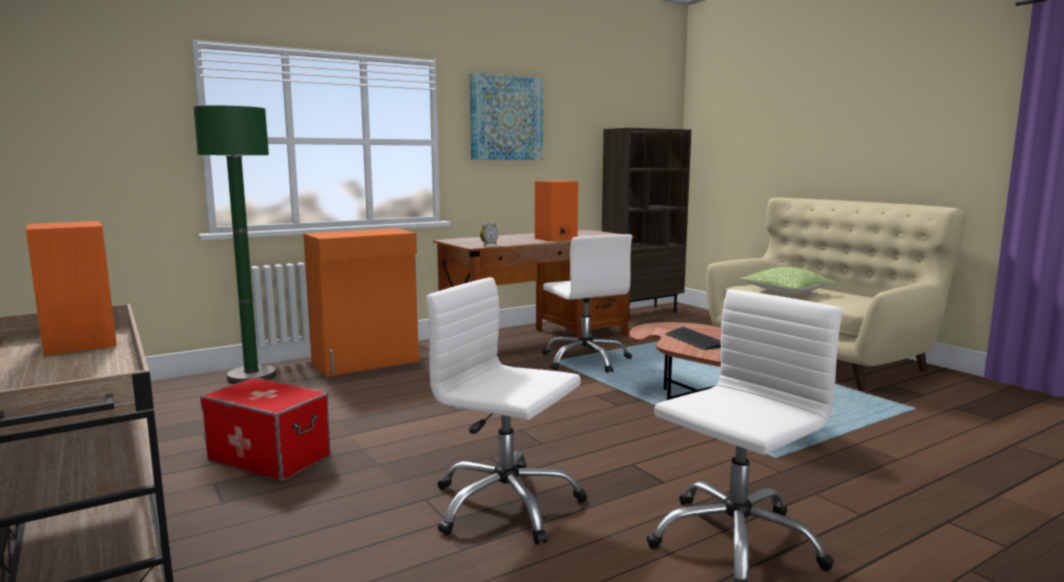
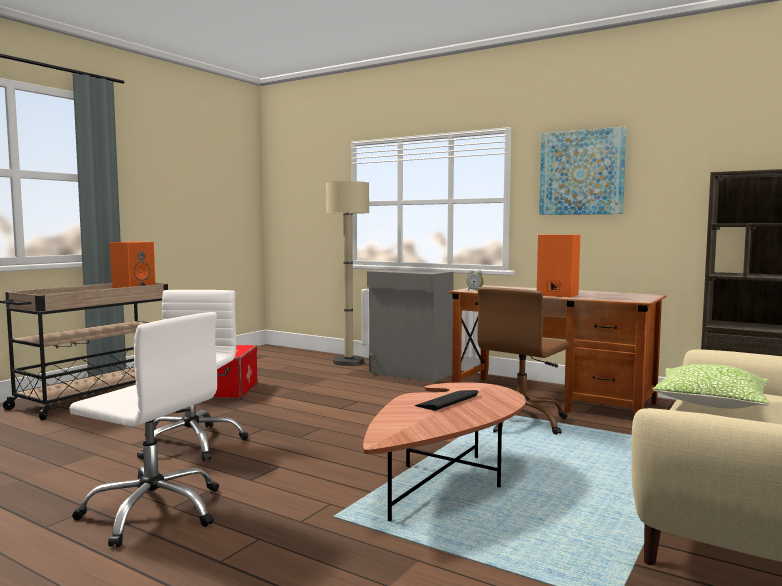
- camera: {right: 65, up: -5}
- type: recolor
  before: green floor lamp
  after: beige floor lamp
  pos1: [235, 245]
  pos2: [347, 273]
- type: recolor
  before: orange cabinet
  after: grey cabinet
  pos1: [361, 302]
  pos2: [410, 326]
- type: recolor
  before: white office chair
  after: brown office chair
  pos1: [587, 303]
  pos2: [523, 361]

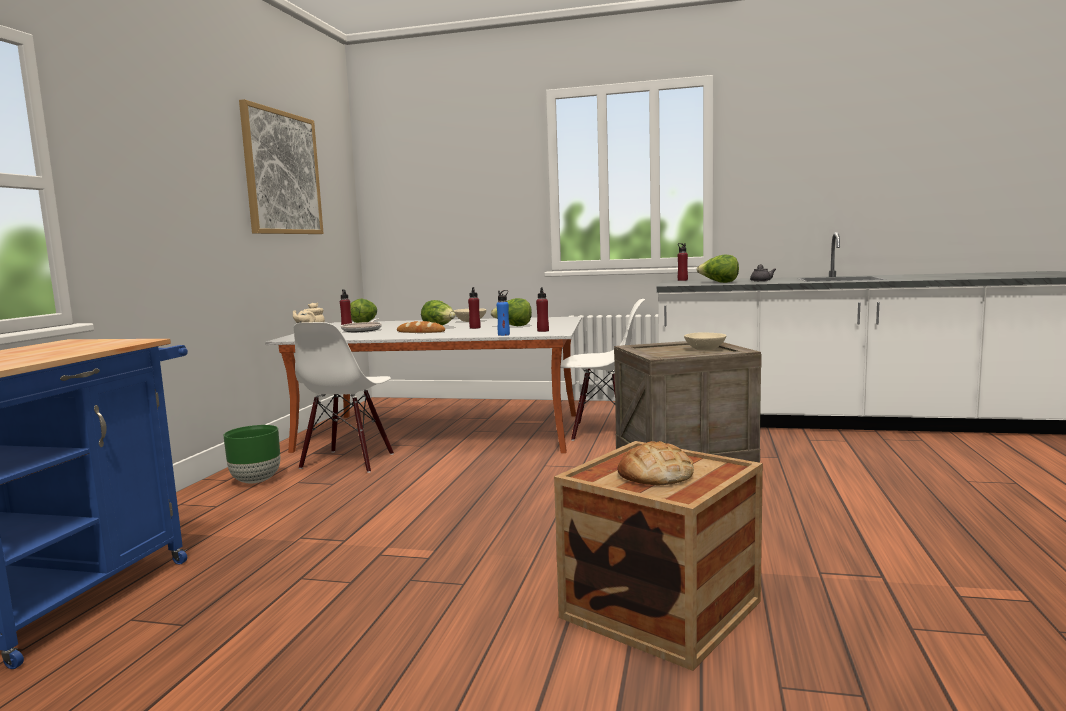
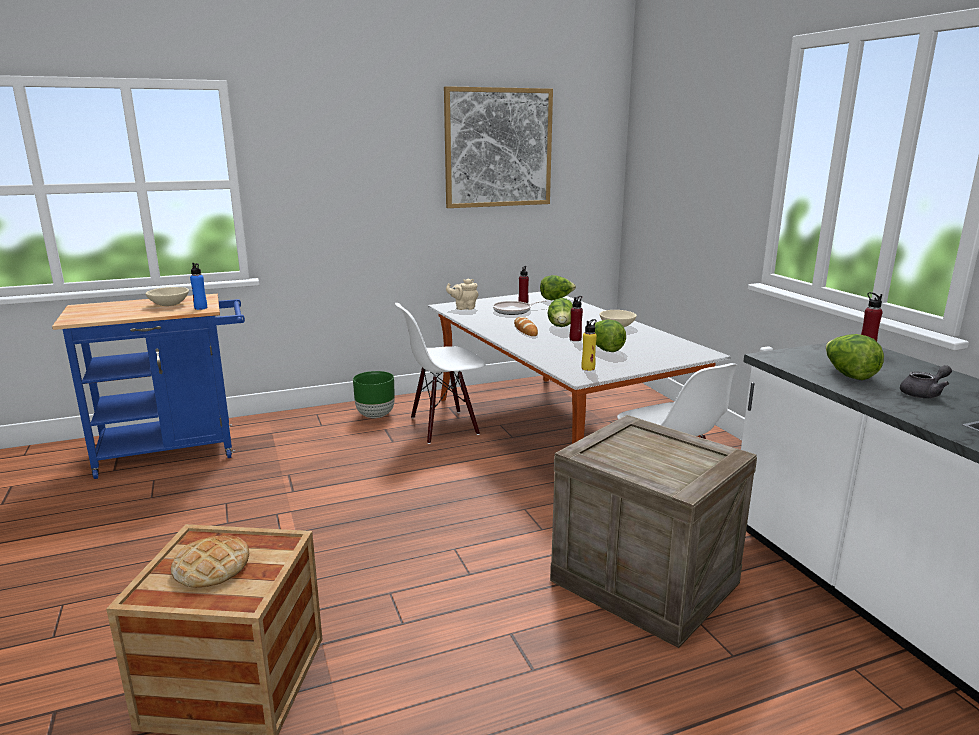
- camera: {right: 55, up: 10}
- type: recolor
  before: red bottle
  after: yellow bottle
  pos1: [542, 309]
  pos2: [589, 345]
- type: move
  before: blue bottle
  pos1: [503, 313]
  pos2: [198, 286]
- type: move
  before: beige bowl
  pos1: [705, 341]
  pos2: [167, 296]

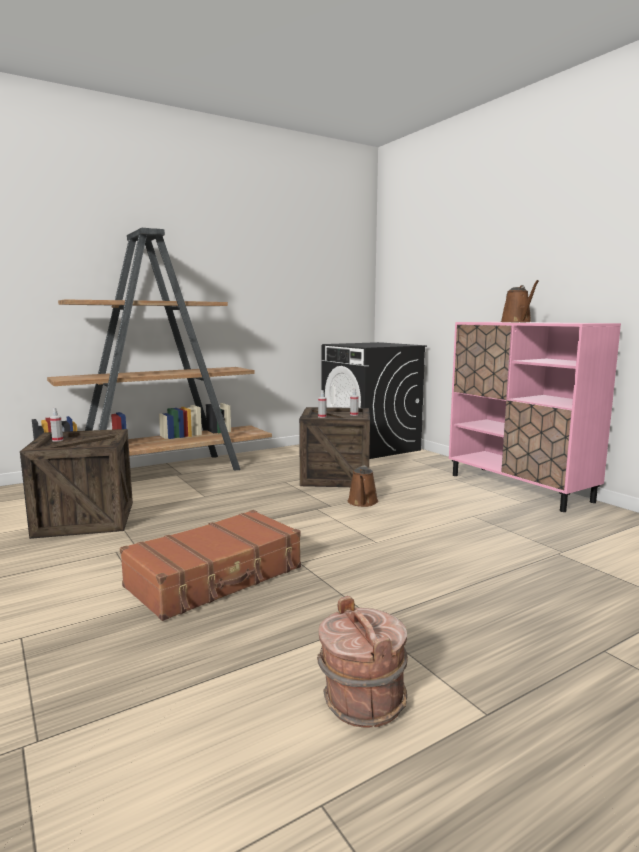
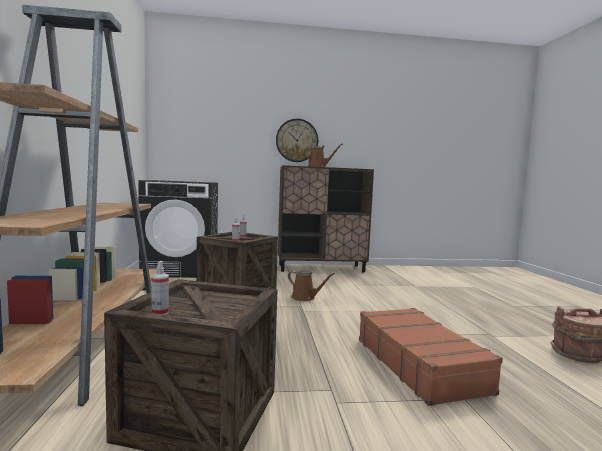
- camera: {right: -65, up: -5}
- type: recolor
  before: pink cabinet
  after: brown cabinet
  pos1: [535, 417]
  pos2: [326, 219]
- type: insert
  after: wall clock
  pos2: [297, 140]

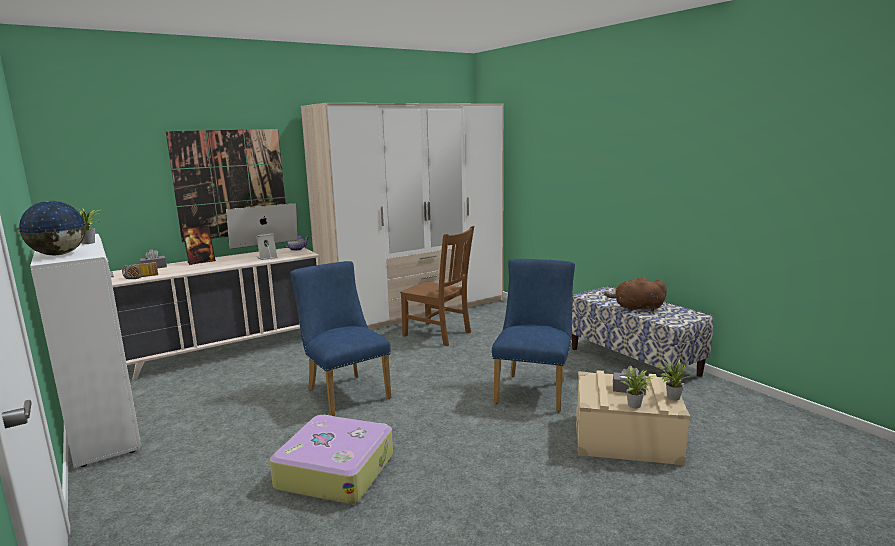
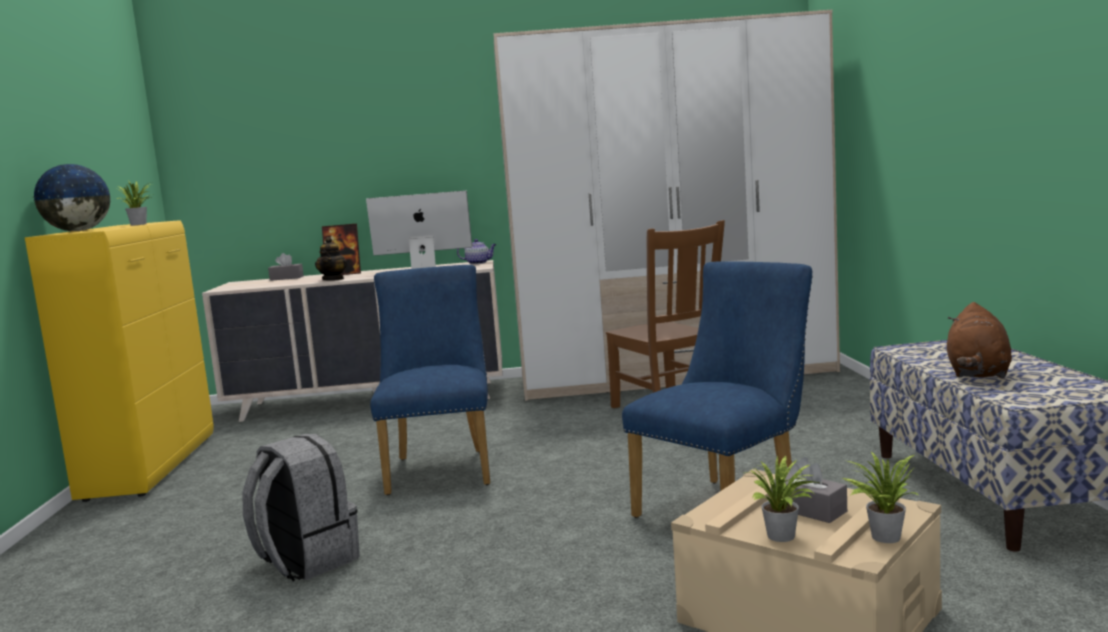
- camera: {right: 30, up: -5}
- type: delete
  before: picture
  pos1: [226, 185]
- type: recolor
  before: white cabinet
  after: yellow cabinet
  pos1: [85, 351]
  pos2: [119, 361]
- type: delete
  before: radio
  pos1: [140, 270]
- type: rotate
  before: brown plush toy
  pos1: [635, 294]
  pos2: [979, 340]
  turn: -105
- type: replace
  before: suitcase
  after: grey backpack
  pos1: [331, 459]
  pos2: [301, 508]
- type: insert
  after: teapot
  pos2: [331, 258]

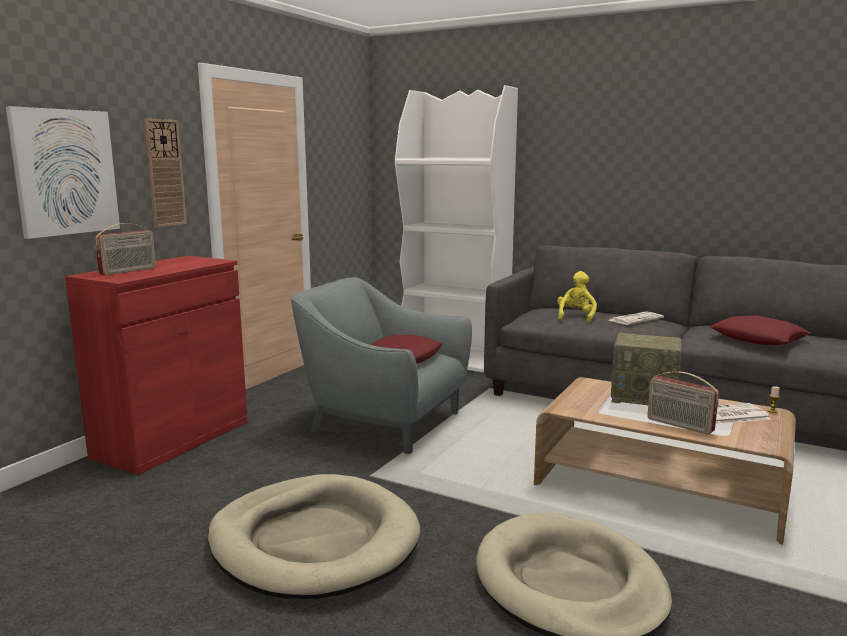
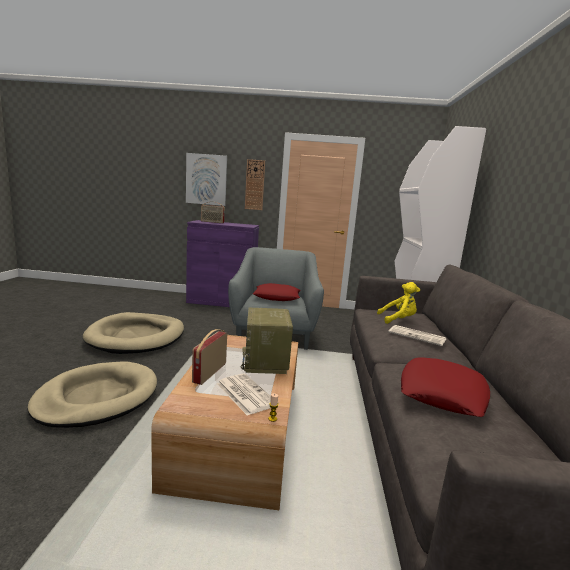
- camera: {right: 65, up: 0}
- type: recolor
  before: red cabinet
  after: purple cabinet
  pos1: [156, 365]
  pos2: [222, 263]

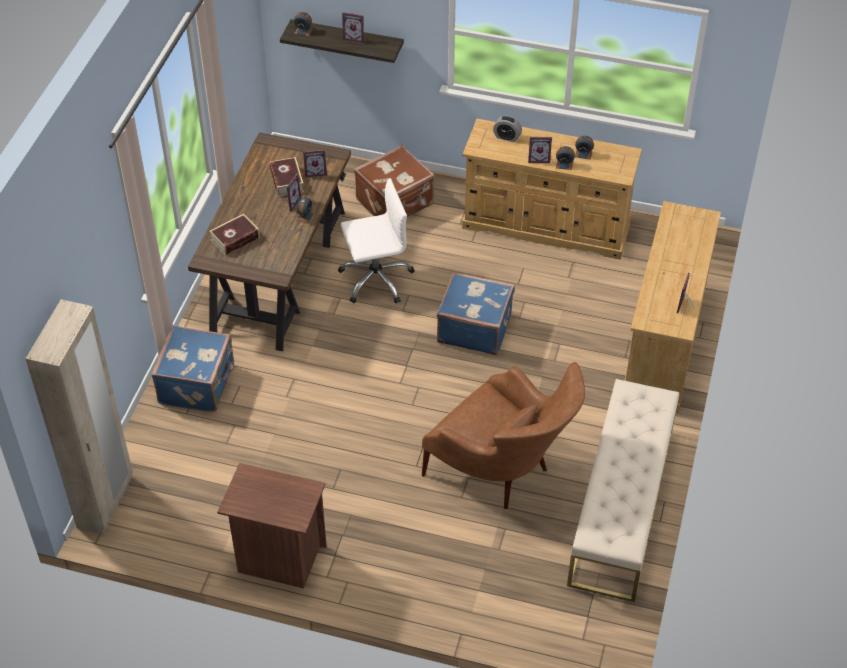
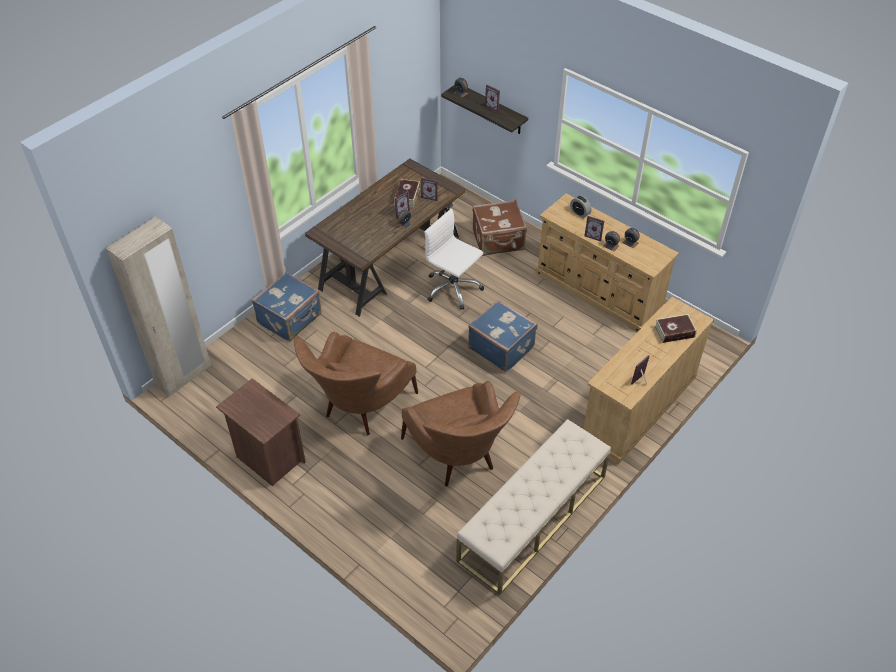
- camera: {right: 25, up: 0}
- type: rotate
  before: white office chair
  pos1: [376, 241]
  pos2: [454, 259]
  turn: -150
- type: move
  before: book
  pos1: [234, 235]
  pos2: [675, 328]
- type: insert
  after: brown armchair
  pos2: [356, 383]

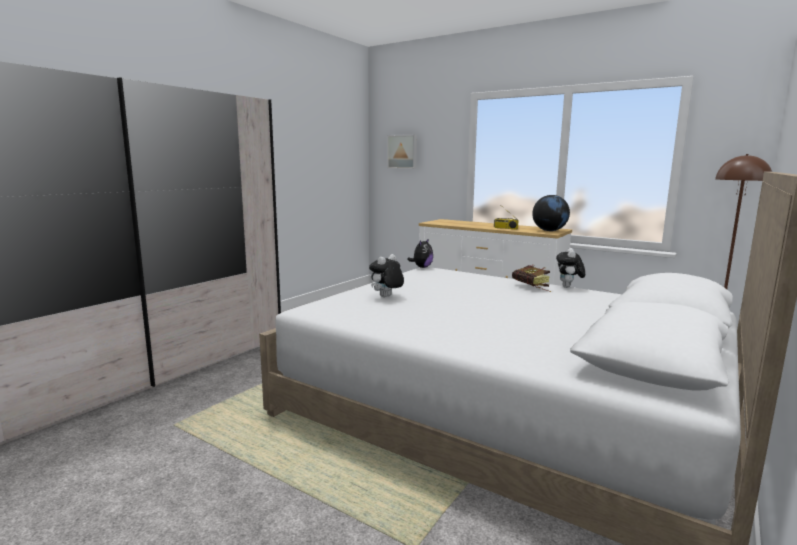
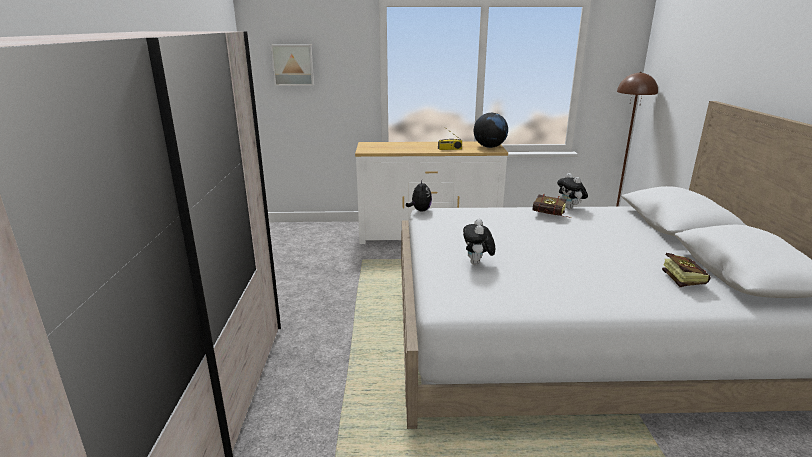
- camera: {right: -35, up: 10}
- type: insert
  after: book
  pos2: [686, 270]

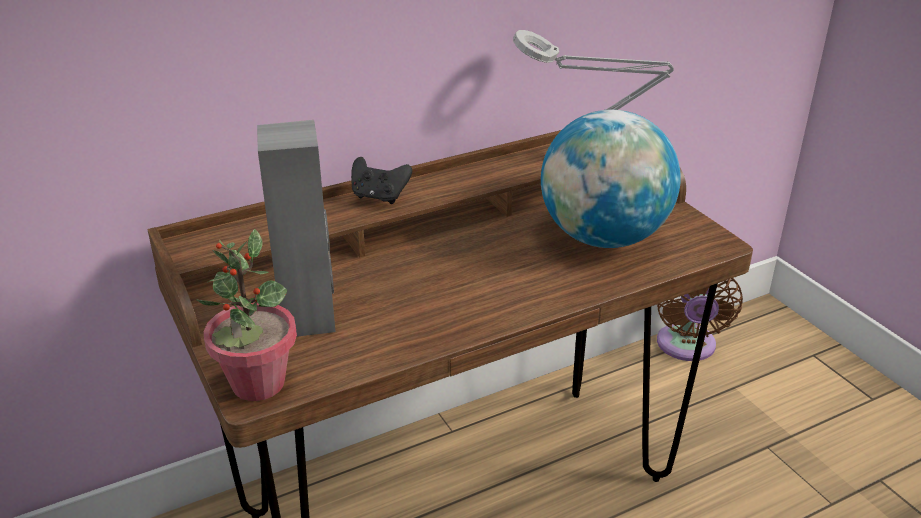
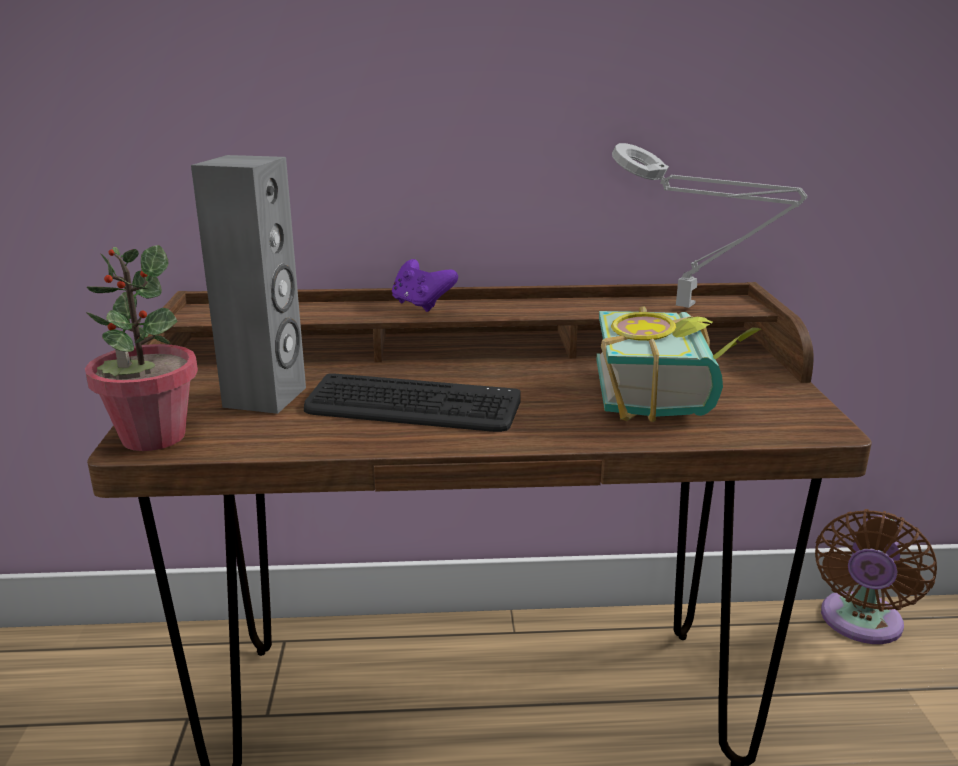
- camera: {right: 25, up: -10}
- type: replace
  before: globe
  after: book
  pos1: [611, 179]
  pos2: [679, 364]
- type: recolor
  before: black game controller
  after: purple game controller
  pos1: [381, 180]
  pos2: [425, 285]
- type: insert
  after: keyboard
  pos2: [412, 402]

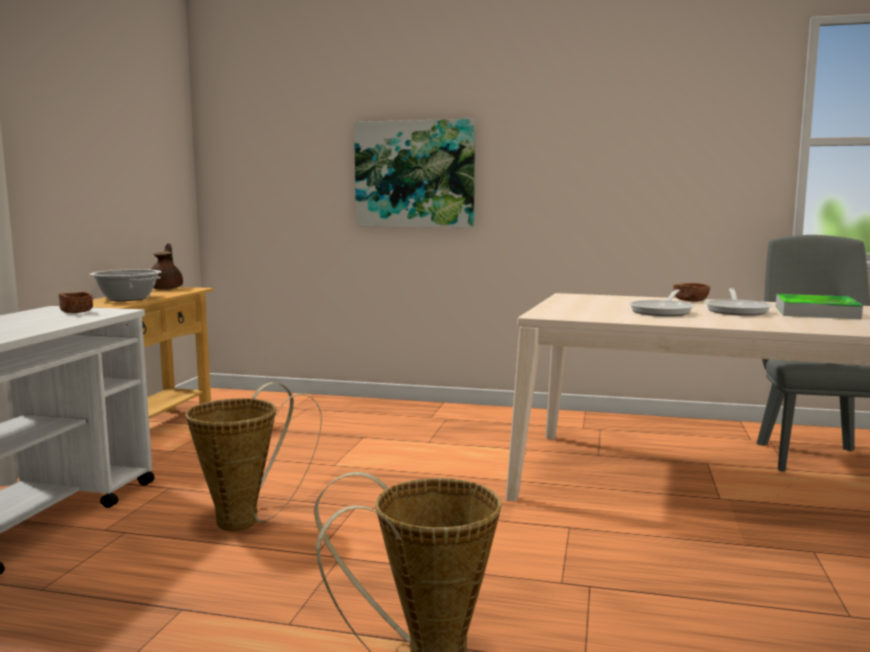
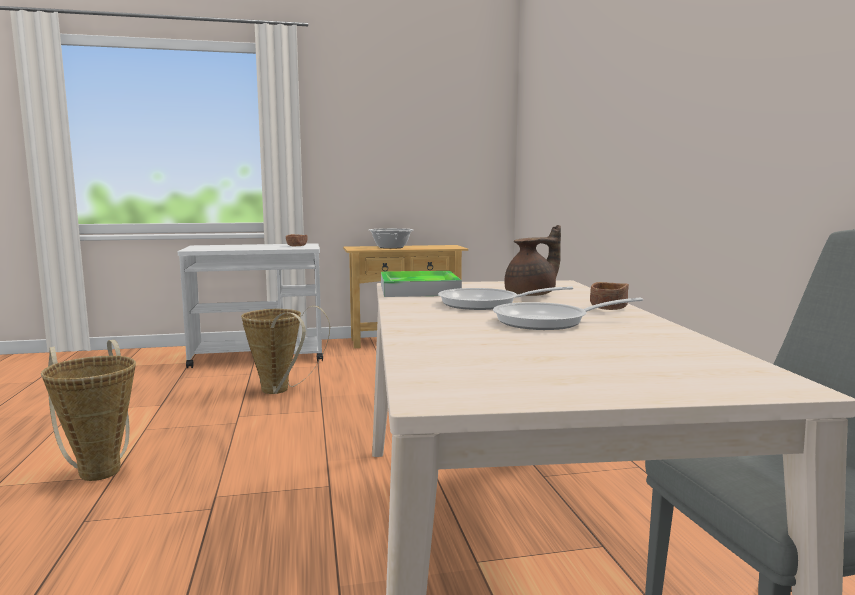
- camera: {right: 65, up: 0}
- type: delete
  before: picture
  pos1: [414, 173]
- type: move
  before: brown teapot
  pos1: [167, 266]
  pos2: [532, 260]
- type: move
  before: tray
  pos1: [819, 306]
  pos2: [421, 284]

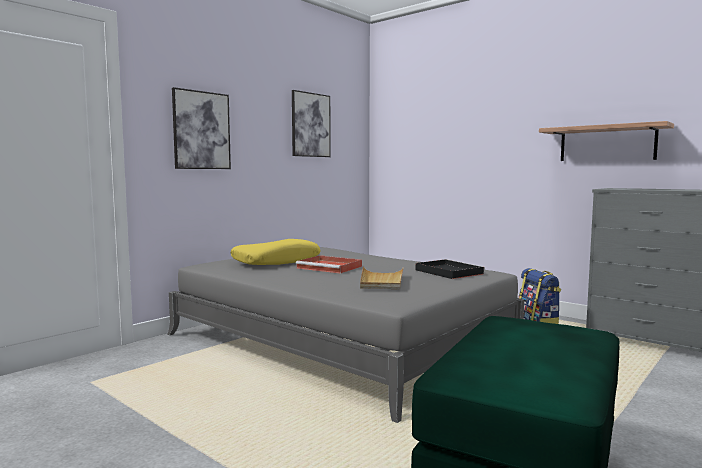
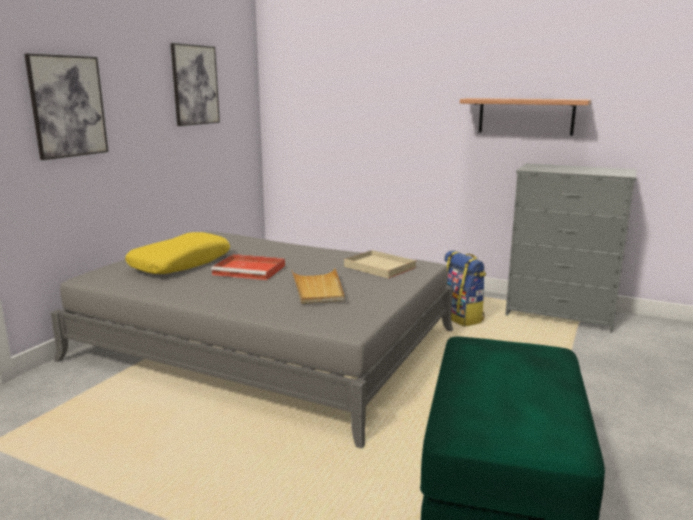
- camera: {right: -15, up: 10}
- type: recolor
  before: black tray
  after: beige tray
  pos1: [450, 269]
  pos2: [380, 264]

